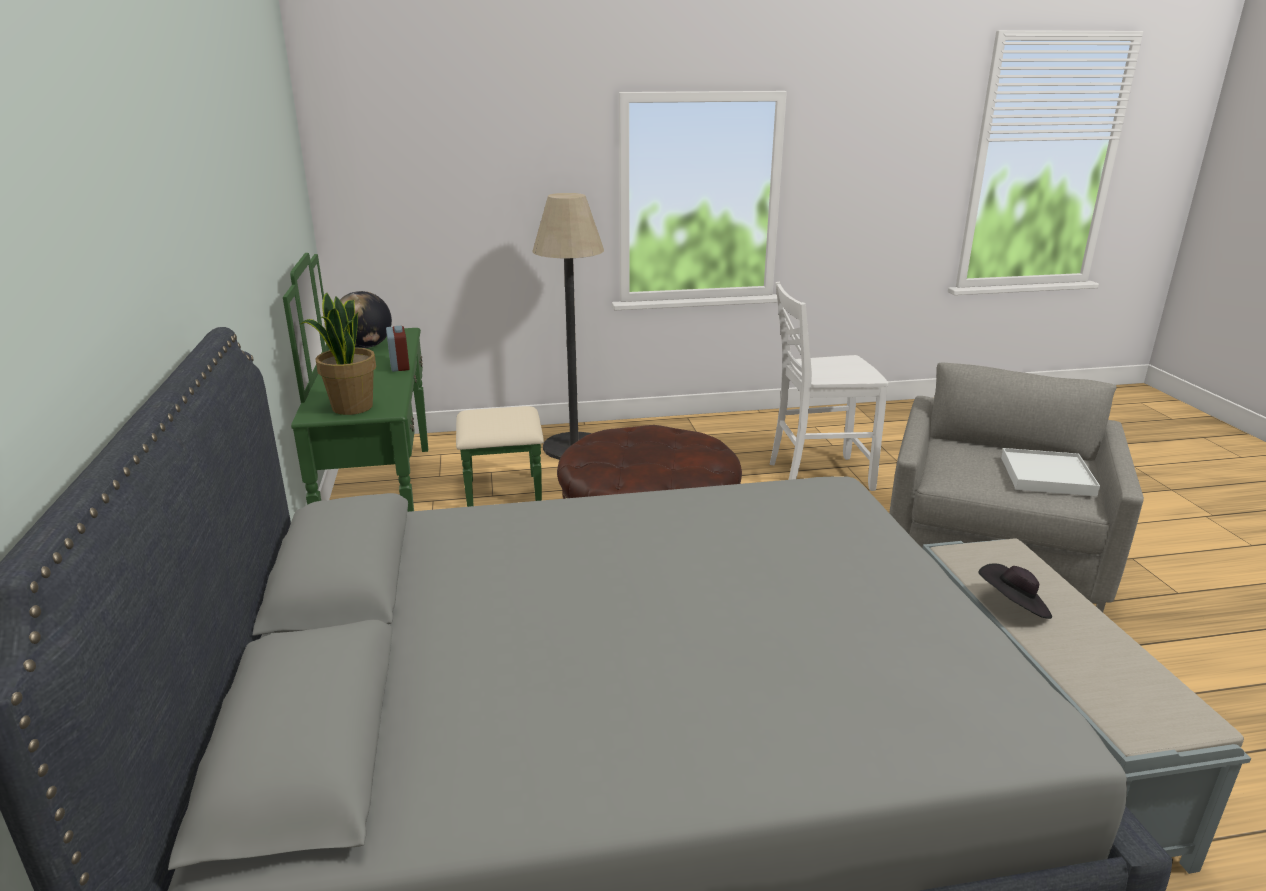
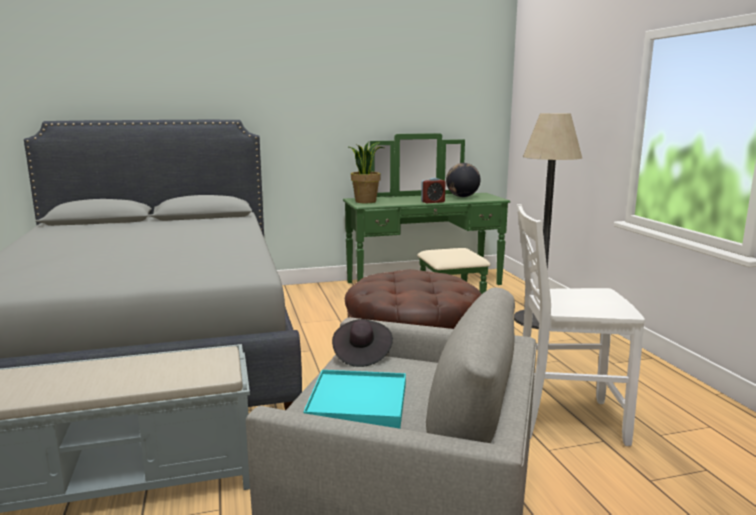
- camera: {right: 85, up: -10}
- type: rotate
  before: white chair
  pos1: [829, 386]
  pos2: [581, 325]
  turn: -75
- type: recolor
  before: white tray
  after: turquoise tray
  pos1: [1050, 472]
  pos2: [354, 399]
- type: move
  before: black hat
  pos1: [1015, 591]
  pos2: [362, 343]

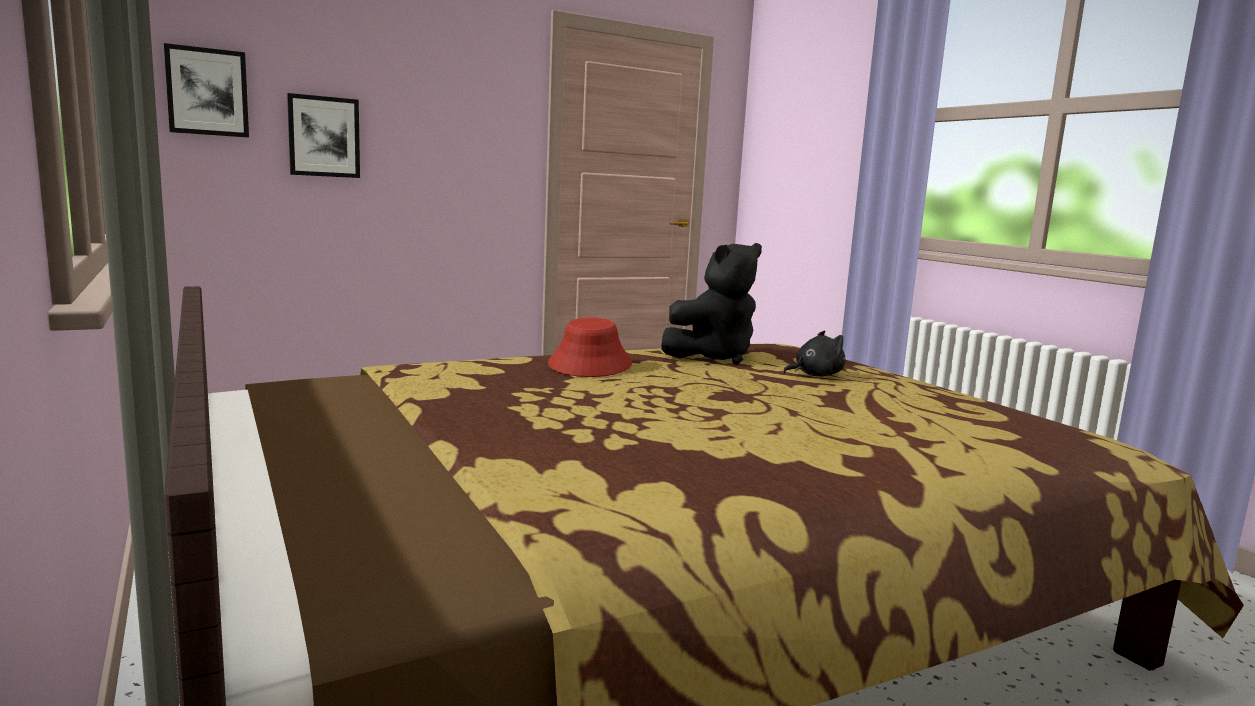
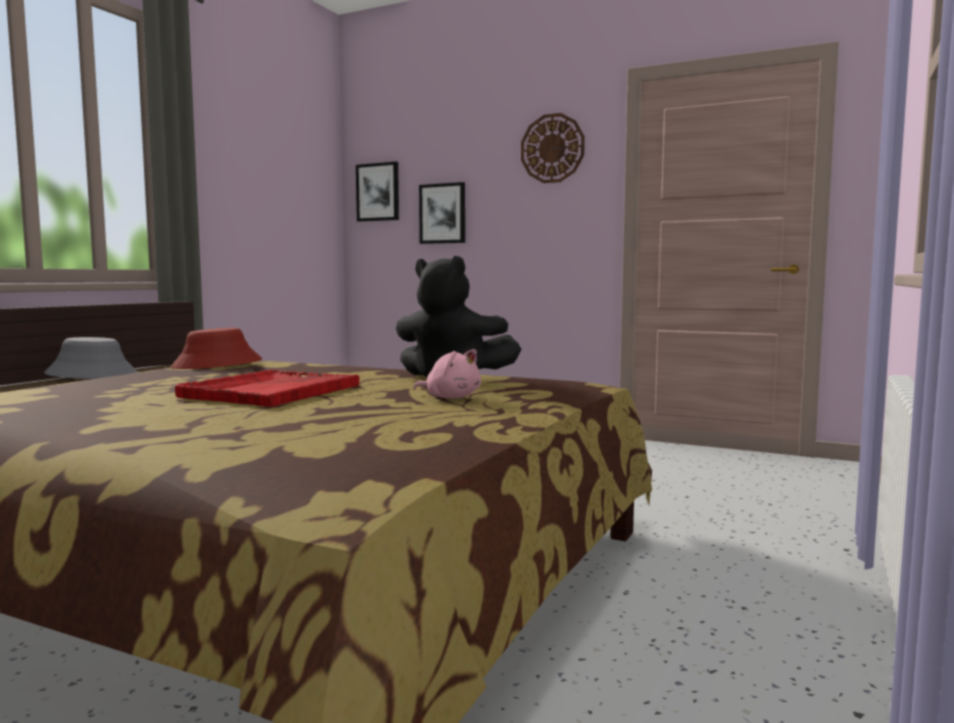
- camera: {right: 55, up: -5}
- type: move
  before: red hat
  pos1: [590, 347]
  pos2: [216, 348]
- type: recolor
  before: black plush toy
  after: pink plush toy
  pos1: [814, 353]
  pos2: [447, 374]
- type: insert
  after: wall clock
  pos2: [553, 148]
- type: insert
  after: grey hat
  pos2: [90, 358]
- type: insert
  after: red tray
  pos2: [267, 388]

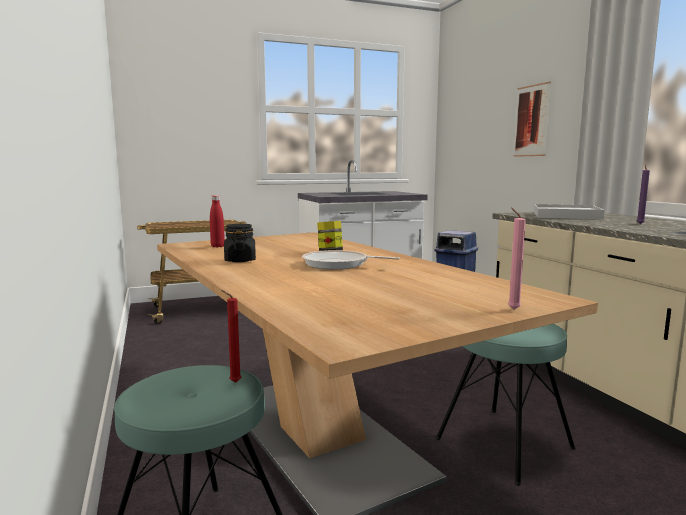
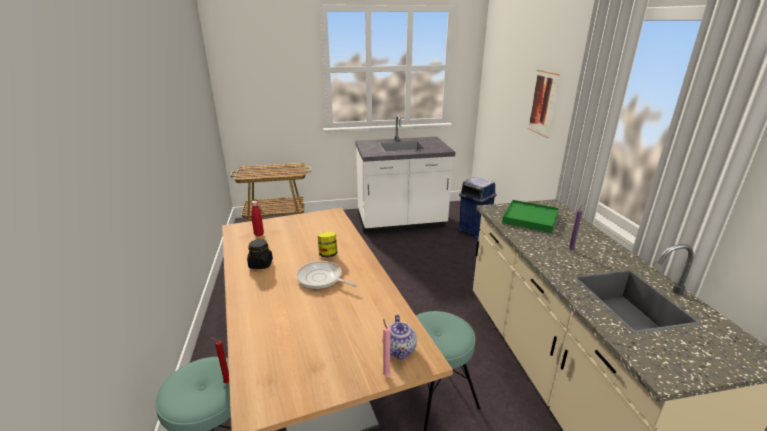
- camera: {right: 10, up: 15}
- type: recolor
  before: white tray
  after: green tray
  pos1: [569, 212]
  pos2: [530, 216]
- type: insert
  after: teapot
  pos2: [403, 337]

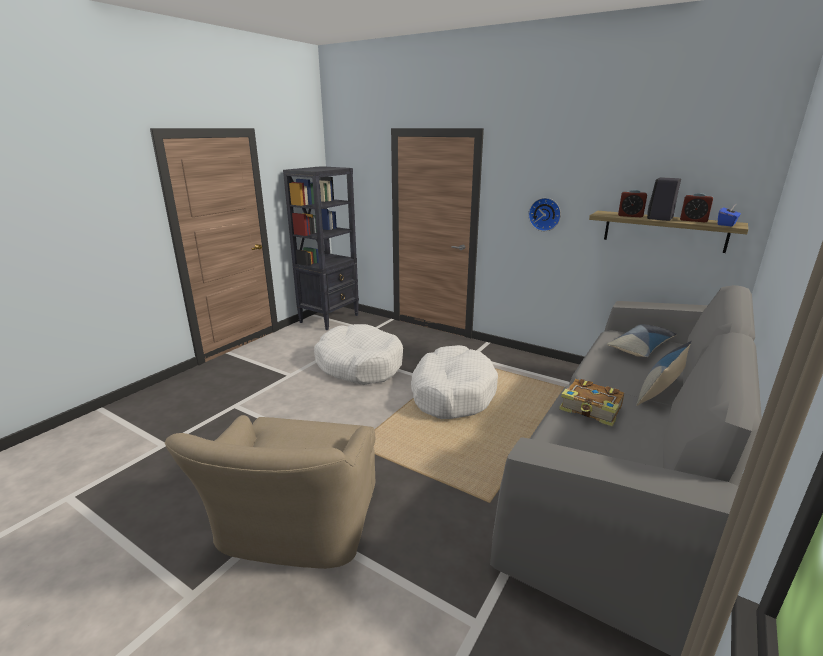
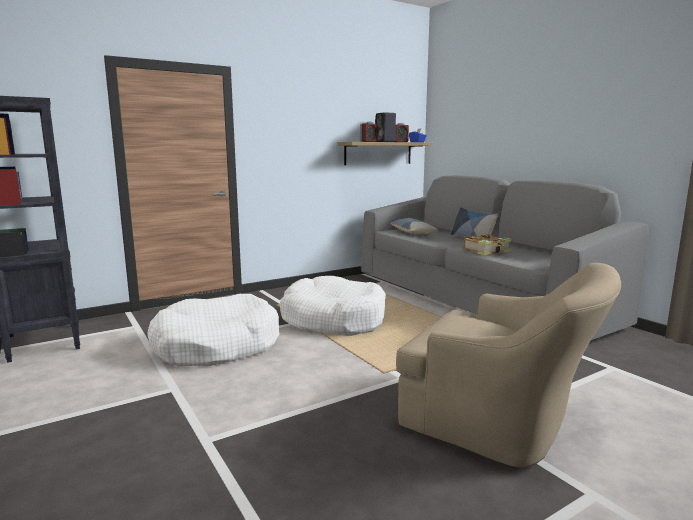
- camera: {right: -65, up: -10}
- type: delete
  before: wall clock
  pos1: [544, 214]

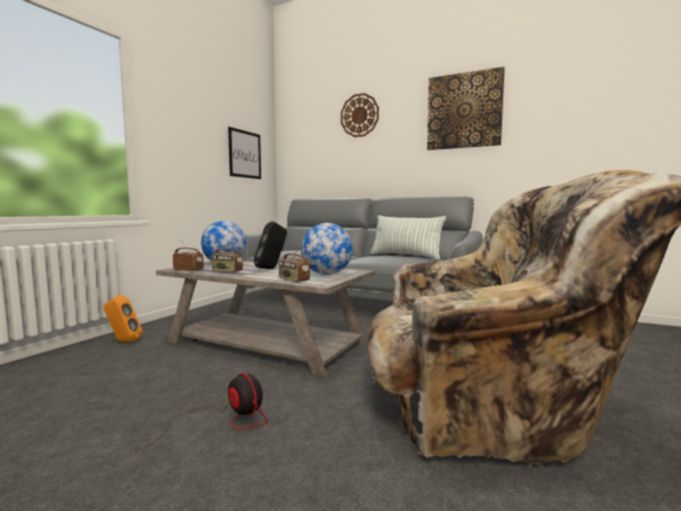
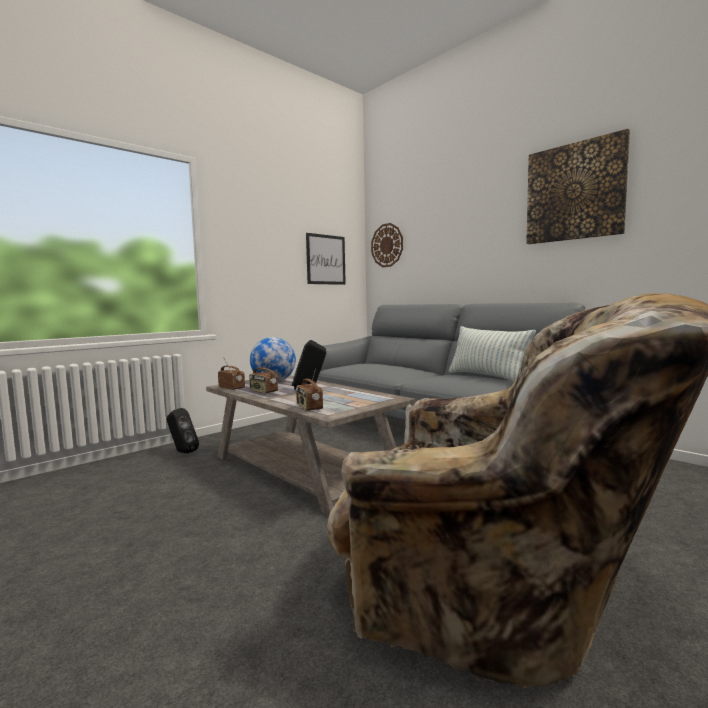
- camera: {right: 20, up: 0}
- type: move
  before: wall clock
  pos1: [360, 115]
  pos2: [387, 245]
- type: delete
  before: globe
  pos1: [327, 249]
- type: recolor
  before: orange speaker
  after: black speaker
  pos1: [123, 318]
  pos2: [182, 430]
- type: delete
  before: fan
  pos1: [201, 412]

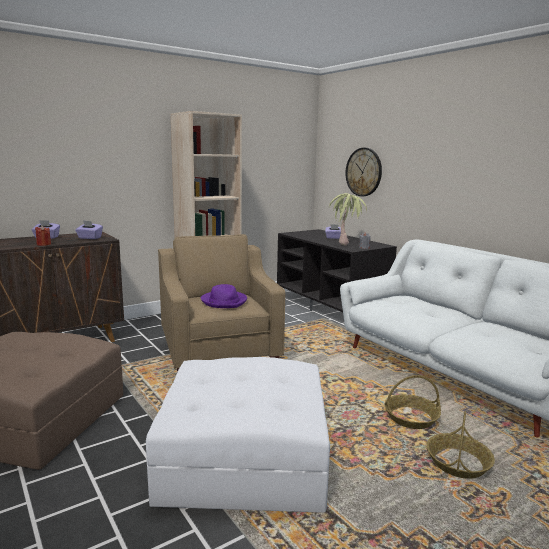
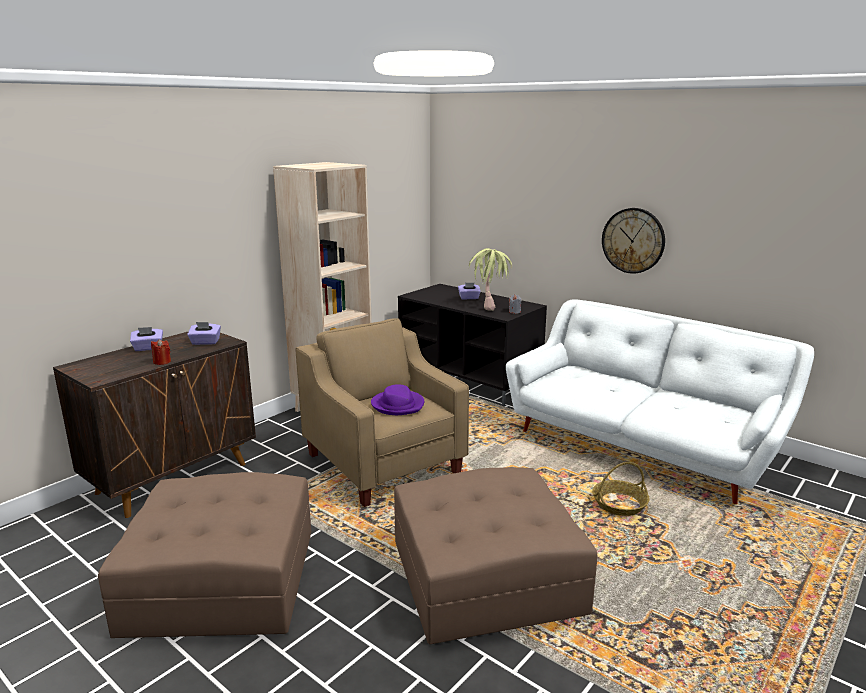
- camera: {right: -15, up: 5}
- type: move
  before: wall clock
  pos1: [364, 172]
  pos2: [633, 241]
- type: recolor
  before: white ottoman
  after: brown ottoman
  pos1: [238, 435]
  pos2: [496, 556]
- type: delete
  before: basket
  pos1: [461, 445]

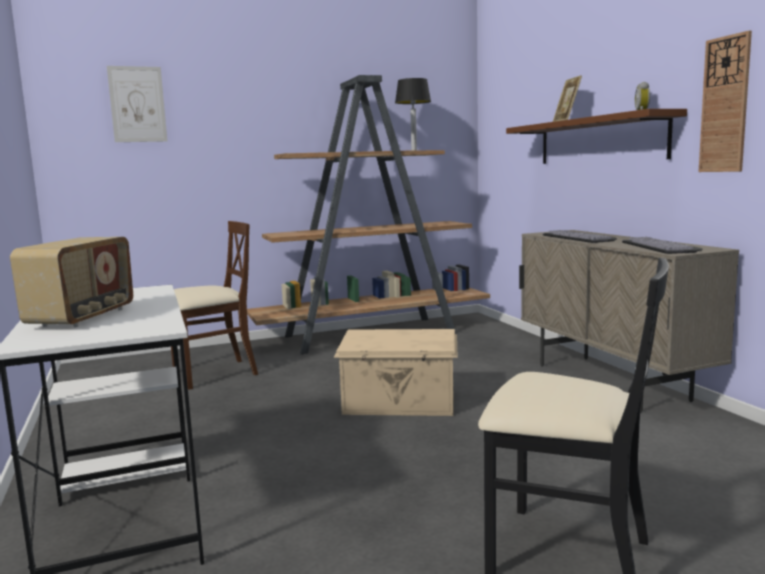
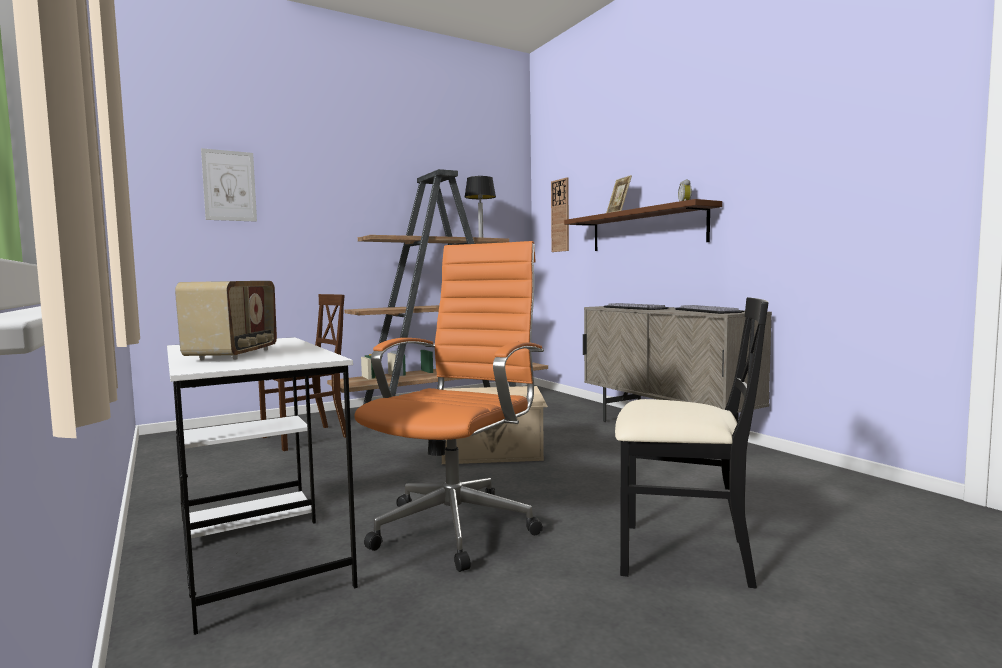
- camera: {right: -10, up: -5}
- type: move
  before: wall clock
  pos1: [725, 101]
  pos2: [560, 214]
- type: insert
  after: orange office chair
  pos2: [449, 406]

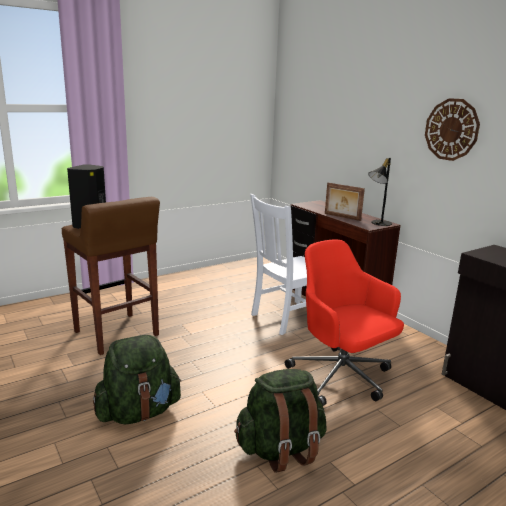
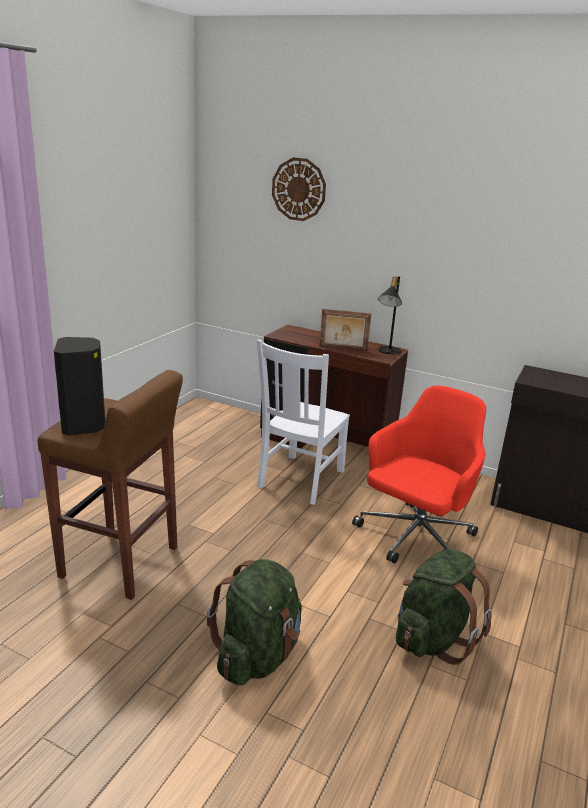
- camera: {right: -30, up: 5}
- type: move
  before: wall clock
  pos1: [452, 129]
  pos2: [299, 189]
- type: rotate
  before: red office chair
  pos1: [344, 323]
  pos2: [419, 474]
  turn: 105

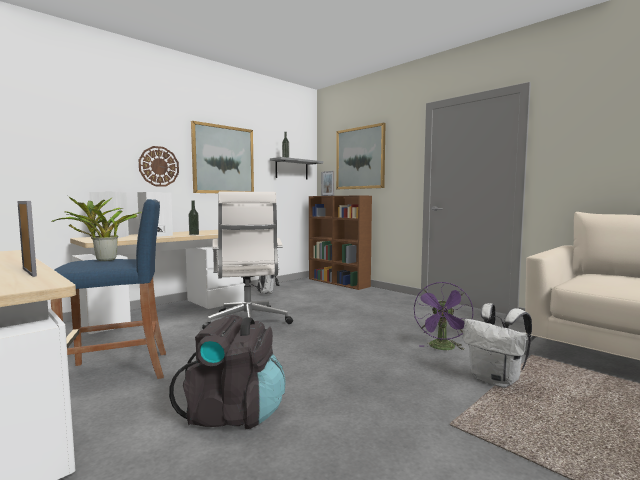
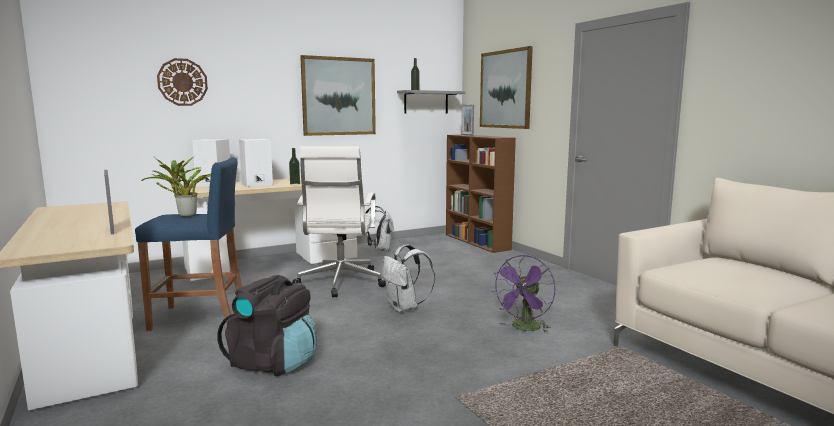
- camera: {right: 15, up: 5}
- type: move
  before: wall clock
  pos1: [159, 166]
  pos2: [182, 82]
- type: move
  before: white backpack
  pos1: [497, 345]
  pos2: [408, 278]

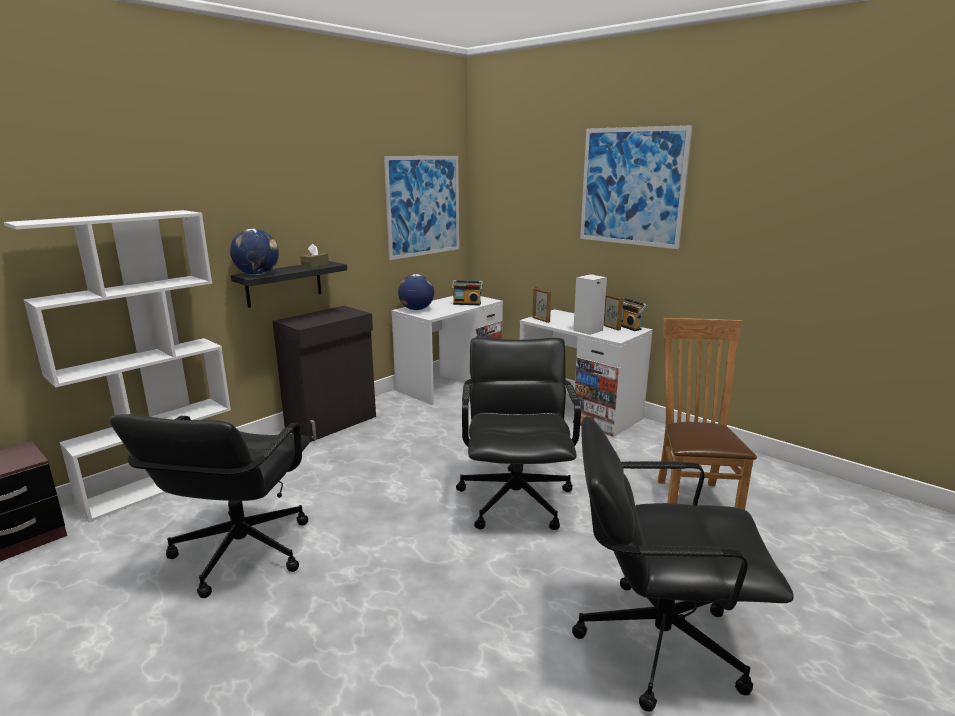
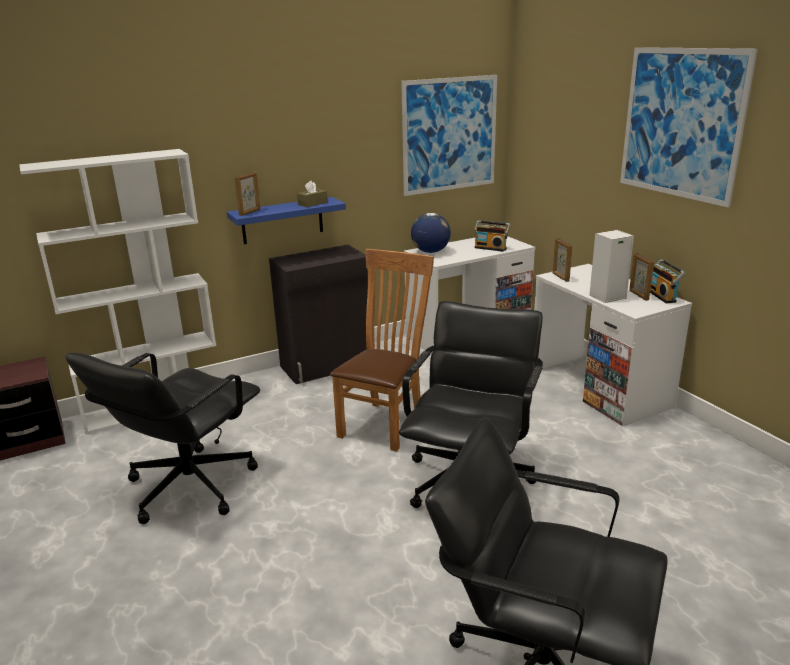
- camera: {right: 20, up: 5}
- type: replace
  before: globe
  after: picture frame
  pos1: [254, 252]
  pos2: [247, 194]
- type: recolor
  before: black shelf
  after: blue shelf
  pos1: [289, 284]
  pos2: [286, 220]
- type: move
  before: brown chair
  pos1: [707, 414]
  pos2: [382, 350]

